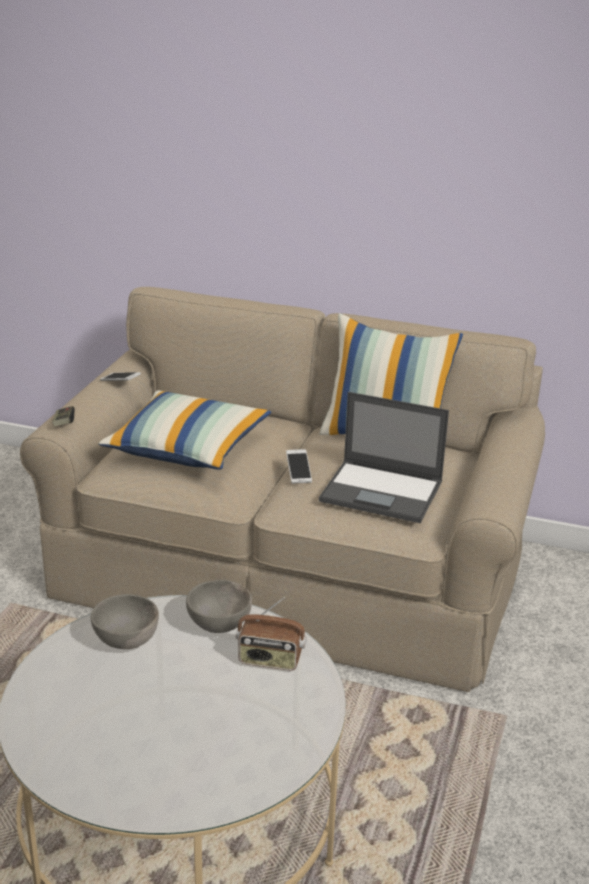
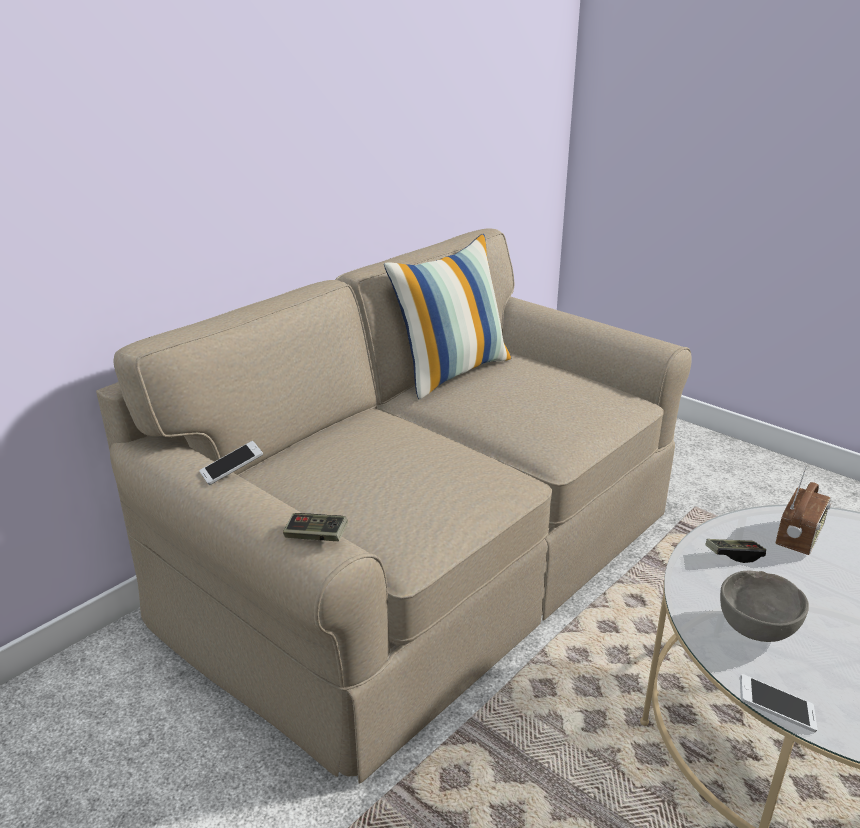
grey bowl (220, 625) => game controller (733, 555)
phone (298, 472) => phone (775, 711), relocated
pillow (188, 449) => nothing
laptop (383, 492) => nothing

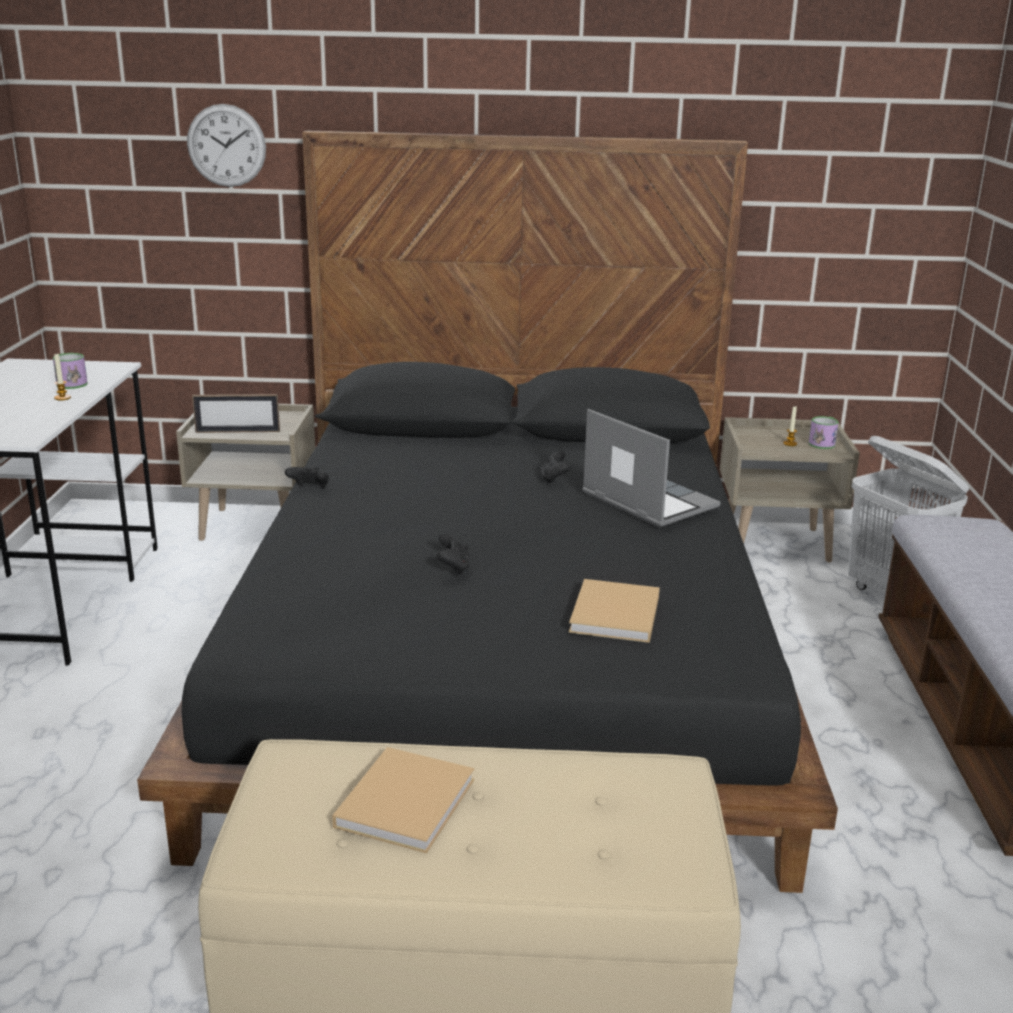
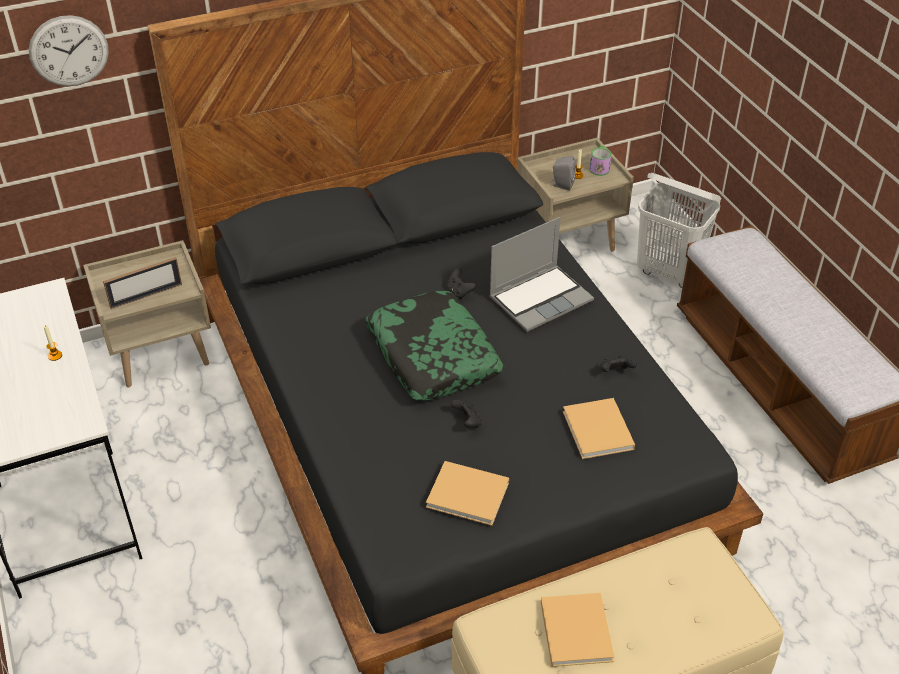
nothing => pillow (432, 356)
nothing => beige book (470, 495)
laptop (646, 501) => laptop (541, 298), 120 degrees clockwise
nothing => grey speaker (561, 185)
black game controller (310, 489) => black game controller (616, 372), relocated
mug (70, 383) => nothing

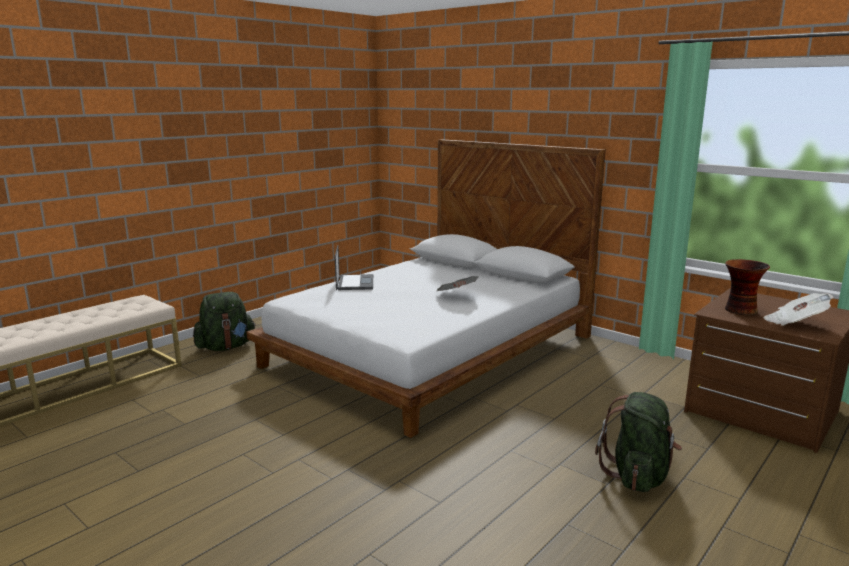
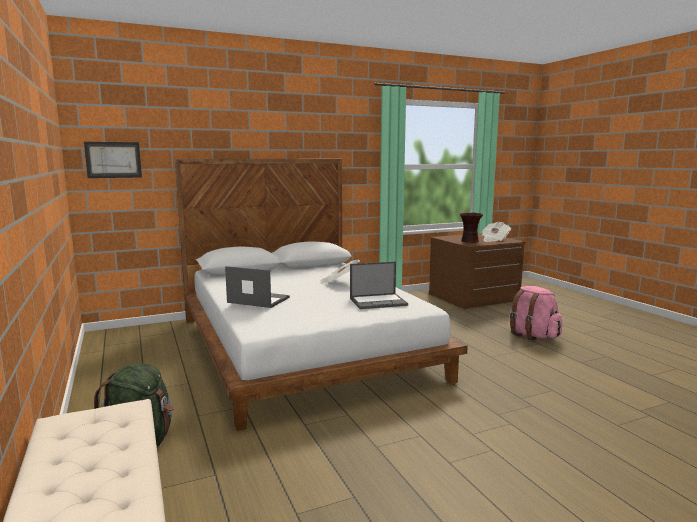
nothing => picture (113, 160)
nothing => laptop (378, 301)
green backpack (637, 476) => pink backpack (532, 335)

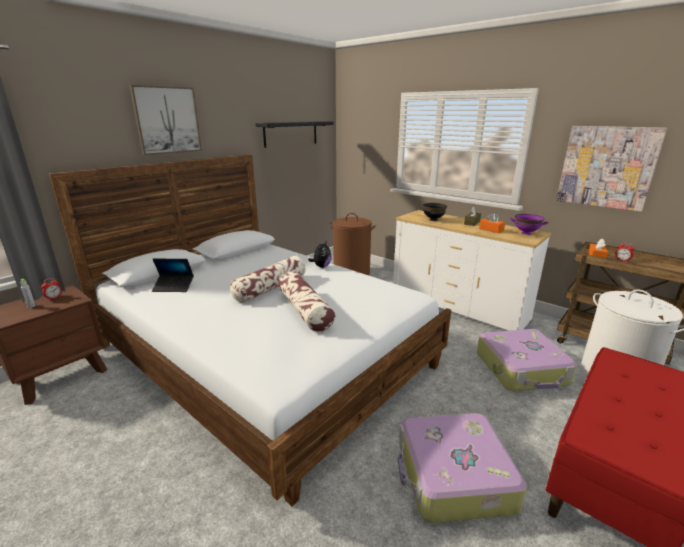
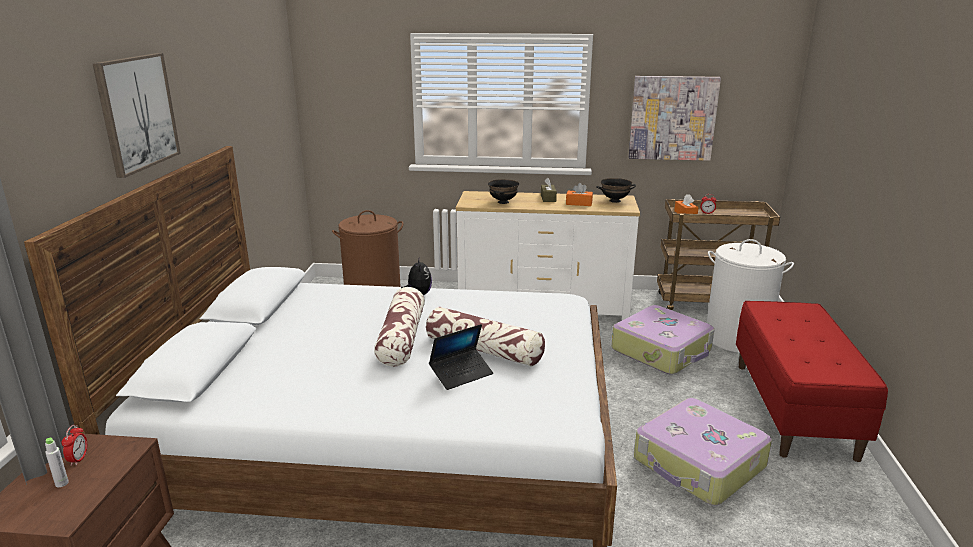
laptop (174, 287) => laptop (461, 374), relocated
purple bowl (526, 233) => black bowl (615, 200)
black shelf (291, 133) => nothing

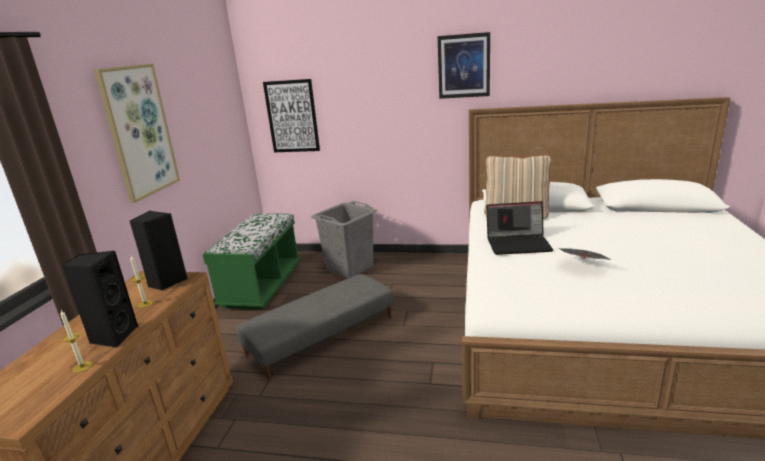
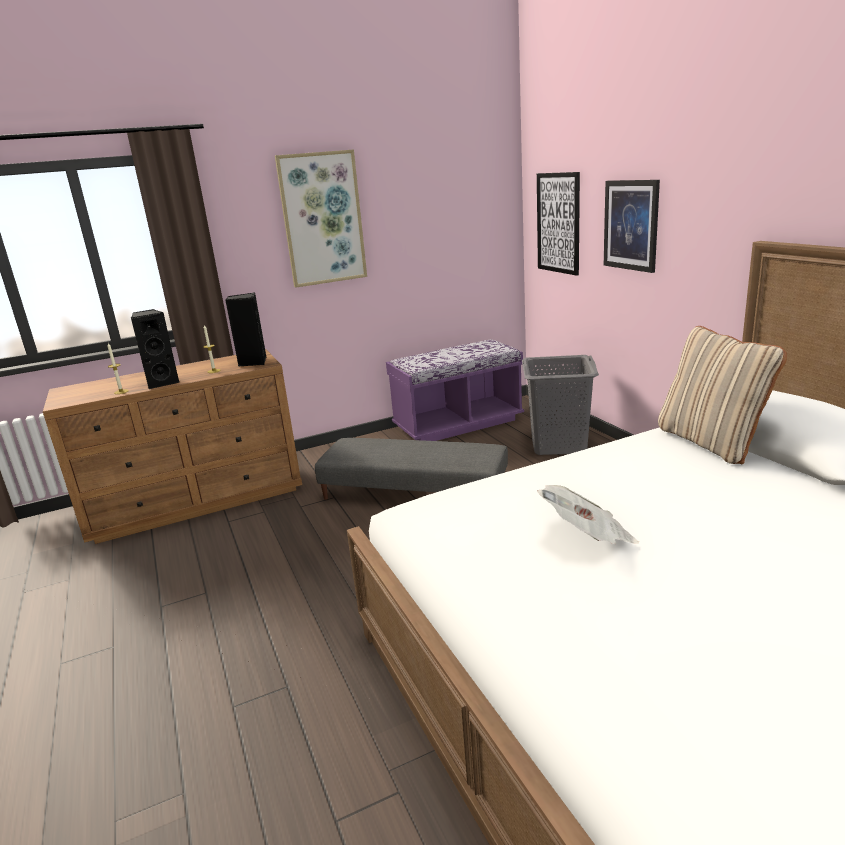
green bench (261, 286) => purple bench (458, 424)
picture (464, 66) => picture (631, 225), relocated
laptop (519, 244) => nothing

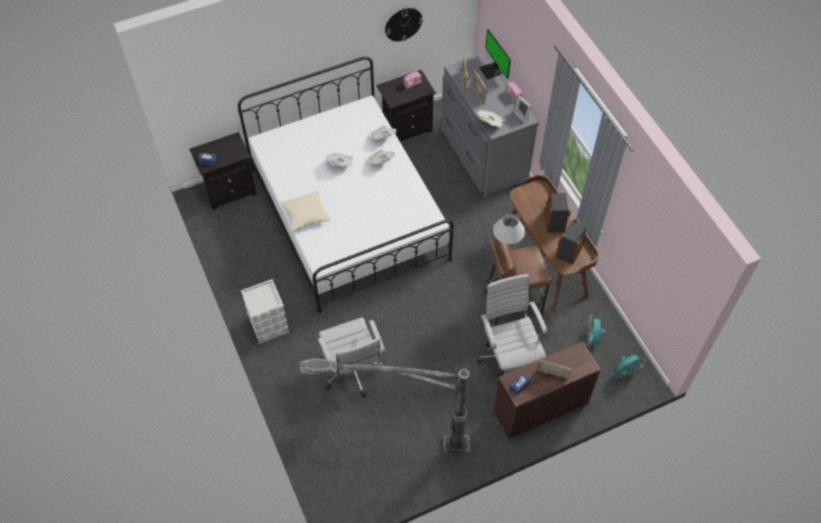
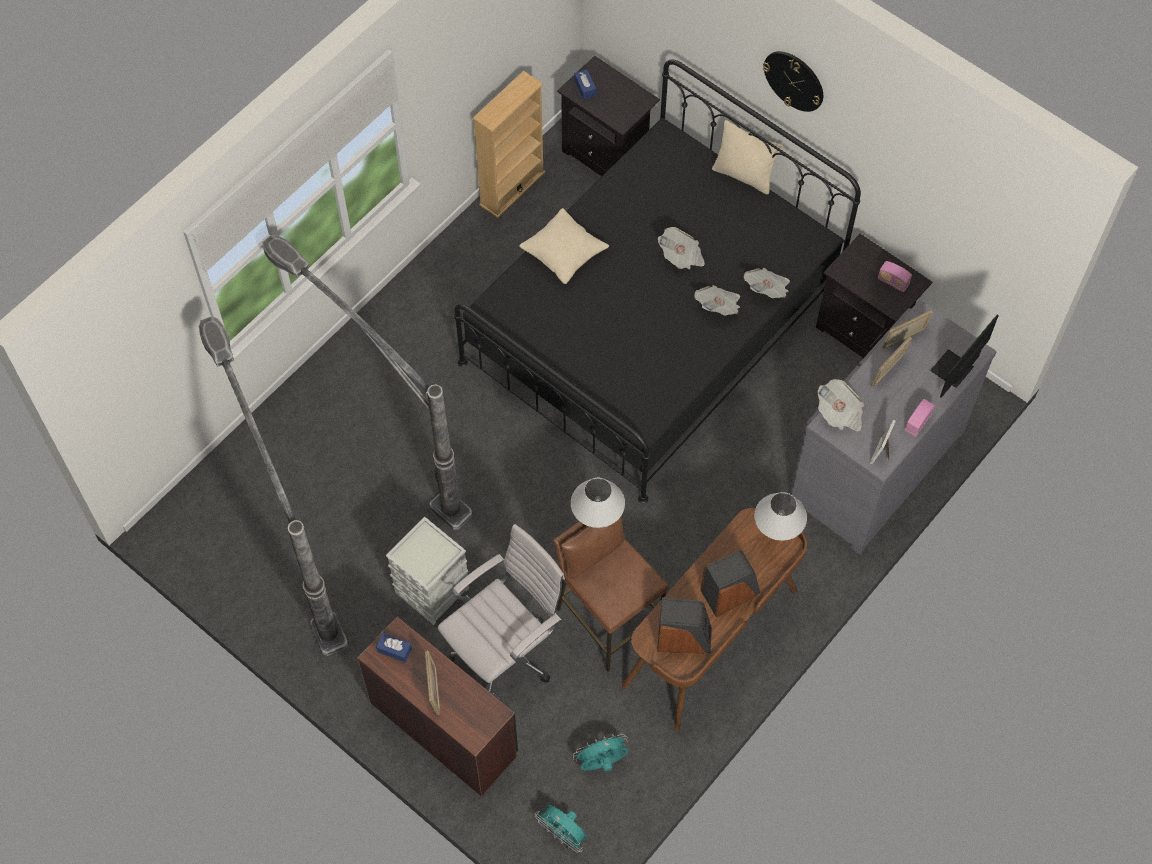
white office chair (353, 372) => floor lamp (383, 451)
grey storage box (268, 325) => grey storage box (432, 589), relocated
white bed (348, 214) => black bed (651, 325)
nothing => beige bookcase (512, 188)
nothing => beige pillow (744, 175)
nothing => white table lamp (775, 539)
wall clock (403, 24) => wall clock (794, 80), relocated

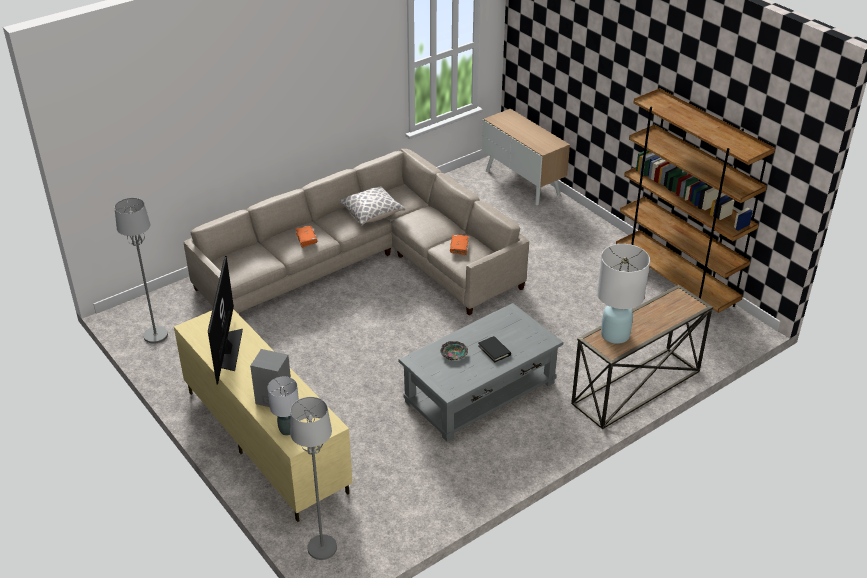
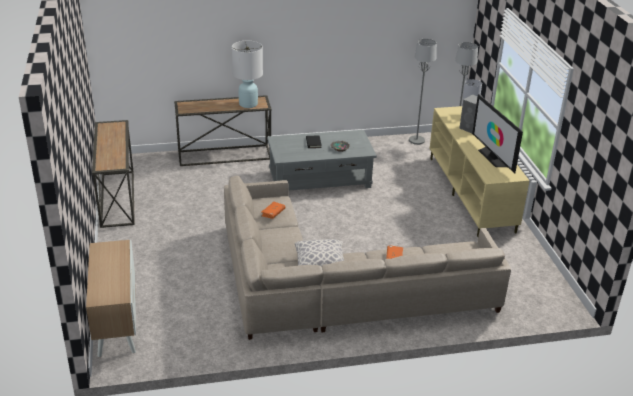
brown bookcase (675, 282) => console table (117, 198)
grey floor lamp (155, 336) => grey floor lamp (416, 140), relocated
television (228, 350) => television (493, 157), 135 degrees clockwise

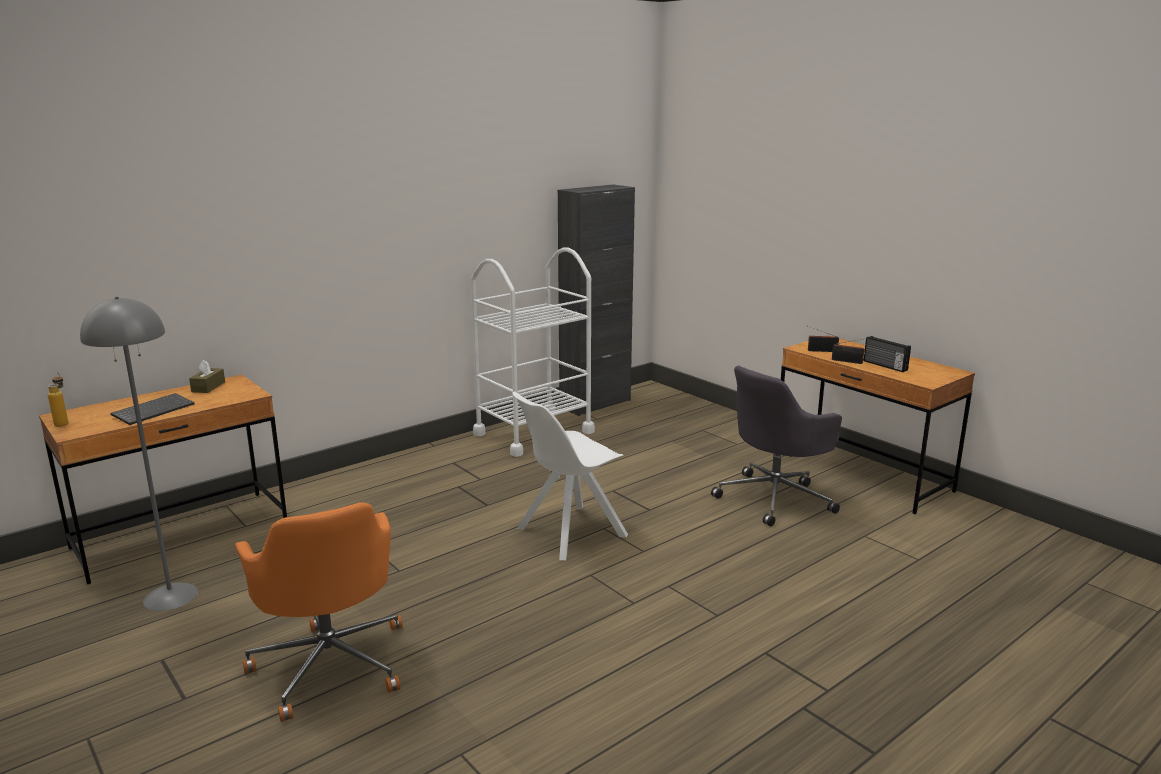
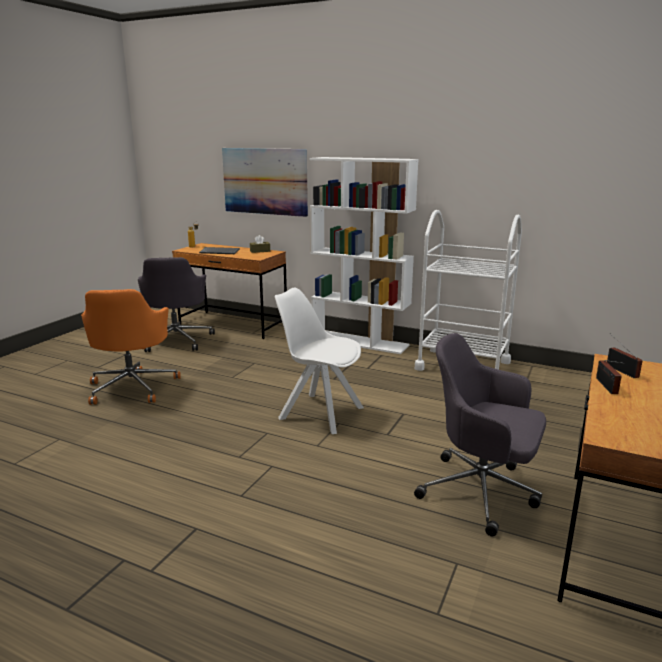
orange office chair (331, 663) => orange office chair (133, 387), 45 degrees counterclockwise
grey floor lamp (170, 596) => grey office chair (177, 340)
nothing => picture (265, 181)
nothing => white bookcase (360, 342)
black cabinet (595, 404) => nothing
radio (884, 366) => nothing

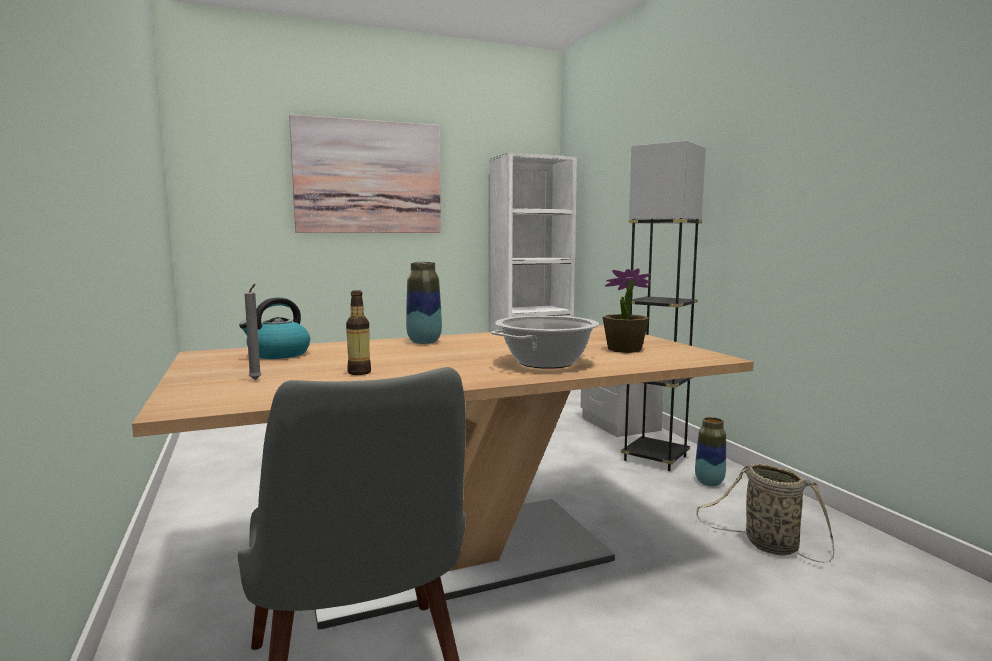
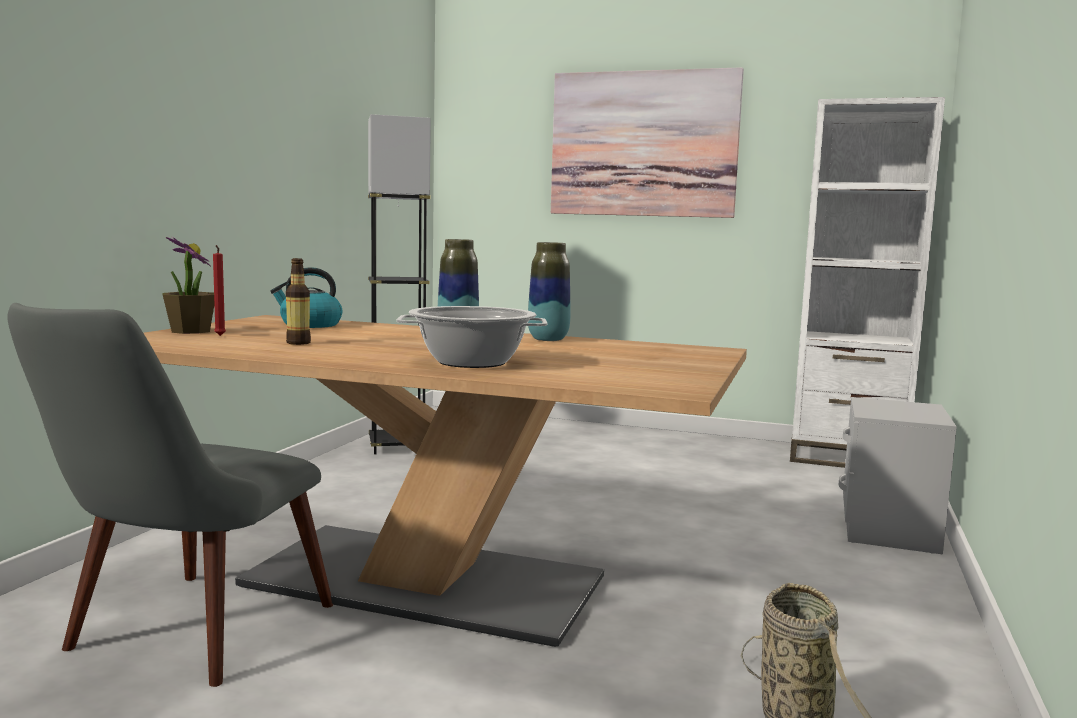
potted plant (624, 349) => potted plant (190, 331), relocated
grey candle (256, 380) => red candle (219, 336)
grey floor lamp (655, 458) => grey floor lamp (397, 447), relocated
vase (709, 483) => vase (548, 339), relocated

